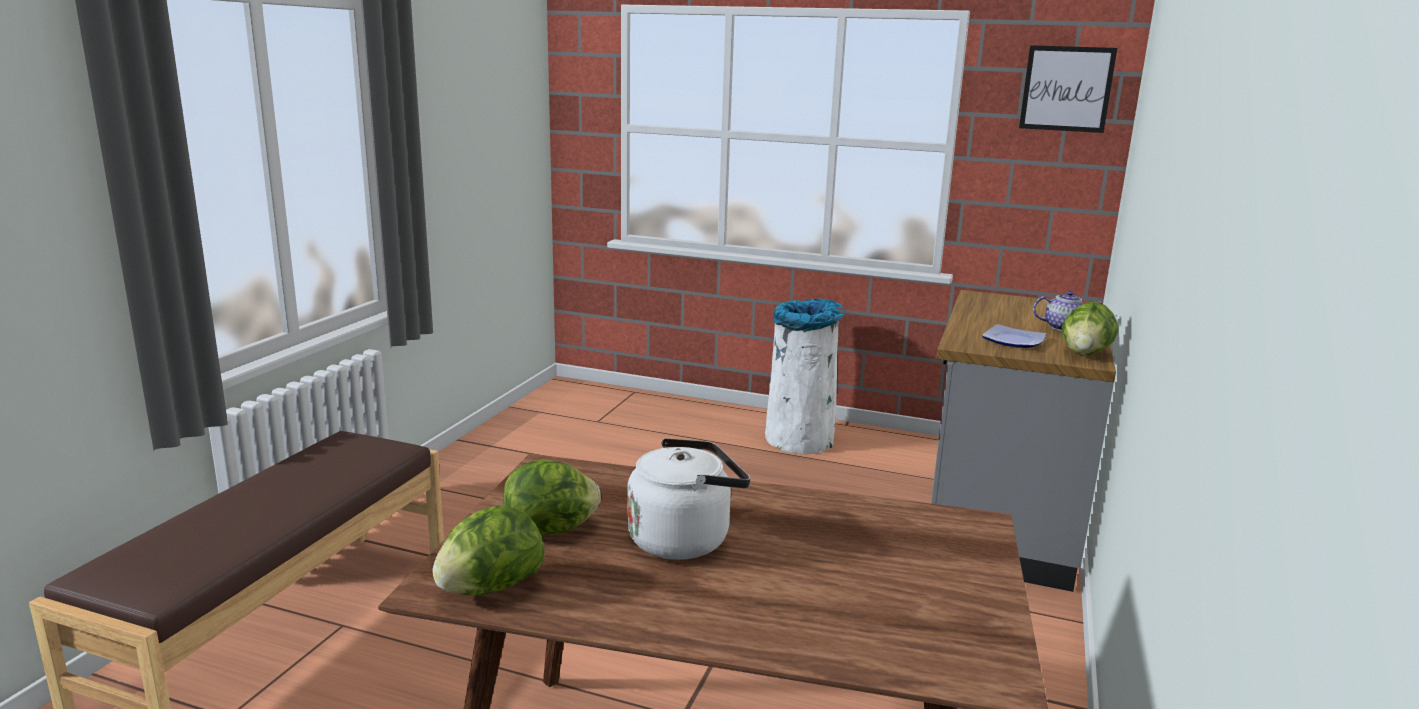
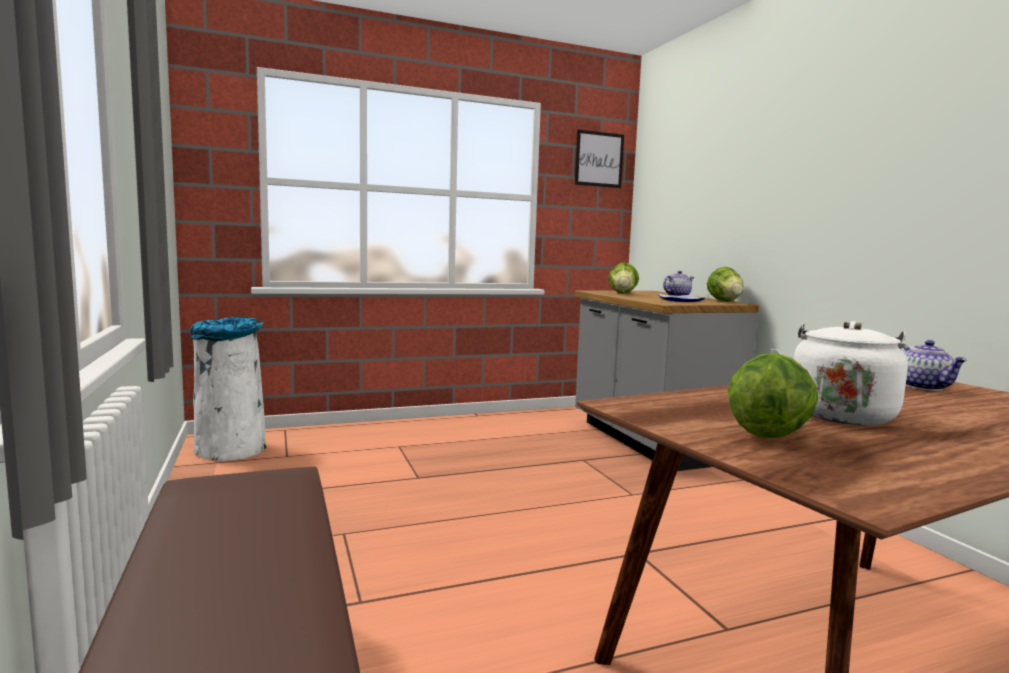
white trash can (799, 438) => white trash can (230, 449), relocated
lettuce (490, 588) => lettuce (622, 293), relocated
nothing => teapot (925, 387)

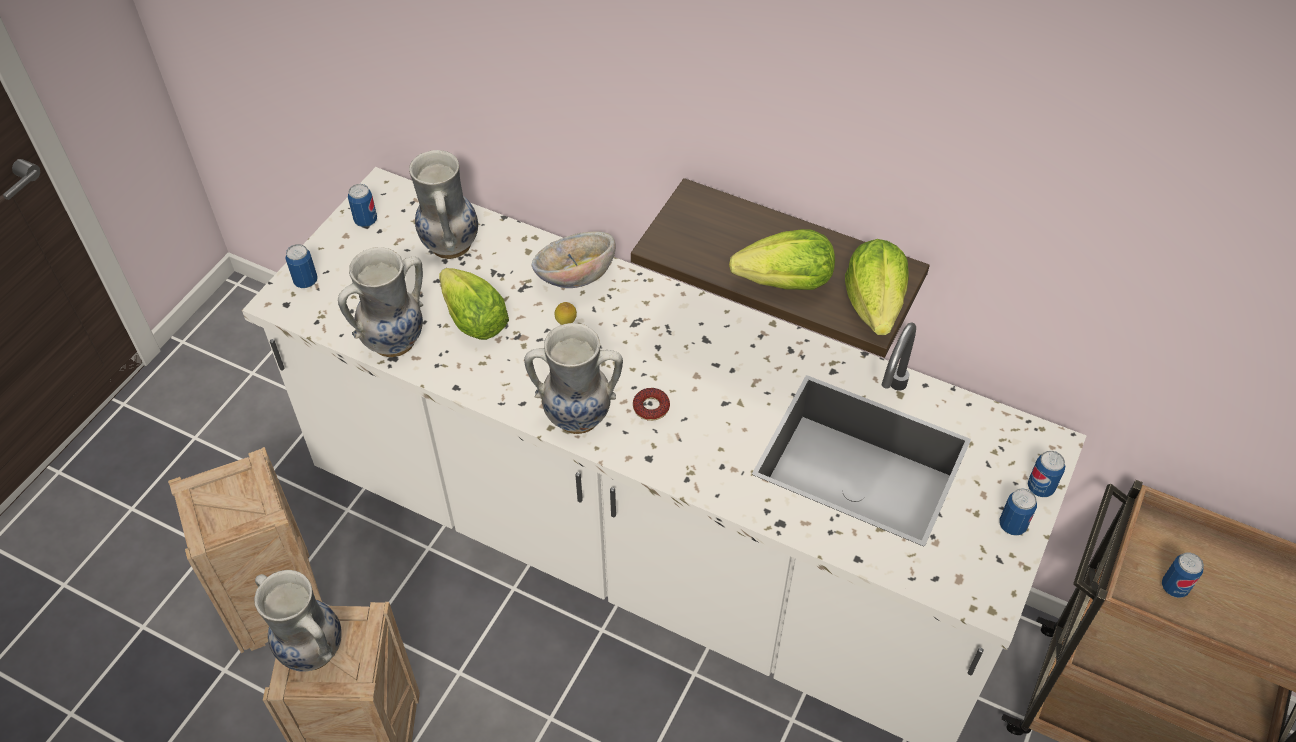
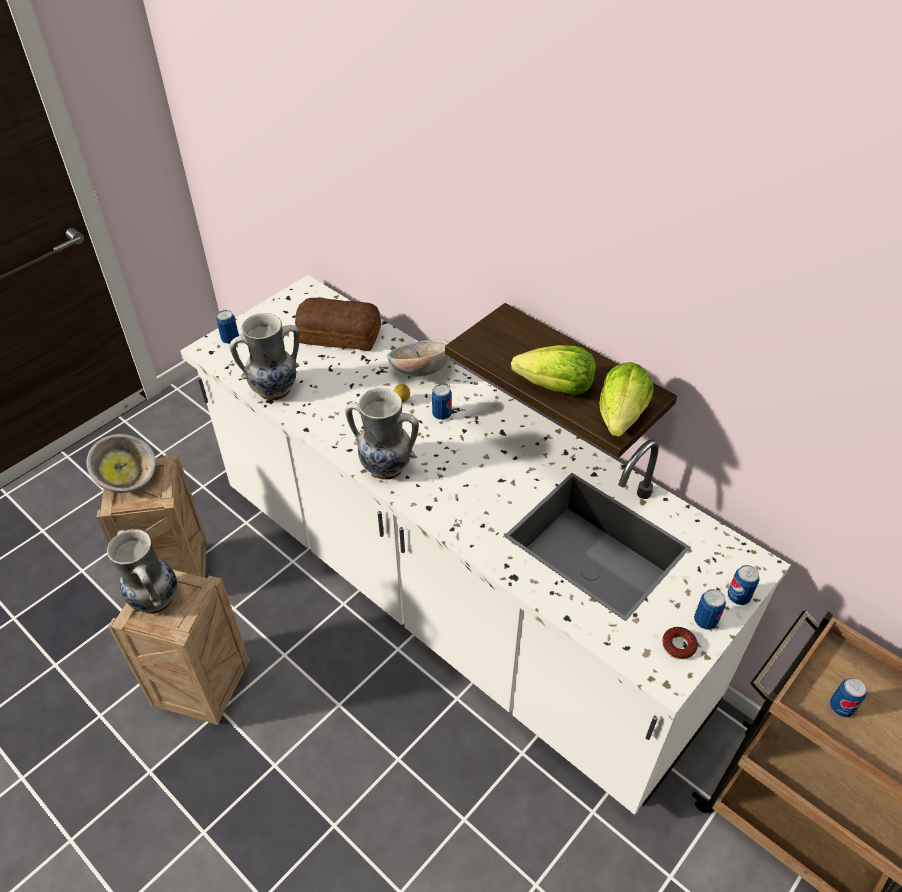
nothing => bowl (128, 479)
vase (449, 245) => bread (338, 334)
can (366, 221) => can (442, 414), relocated
donut (651, 407) => donut (678, 645), relocated
lettuce (474, 321) => nothing

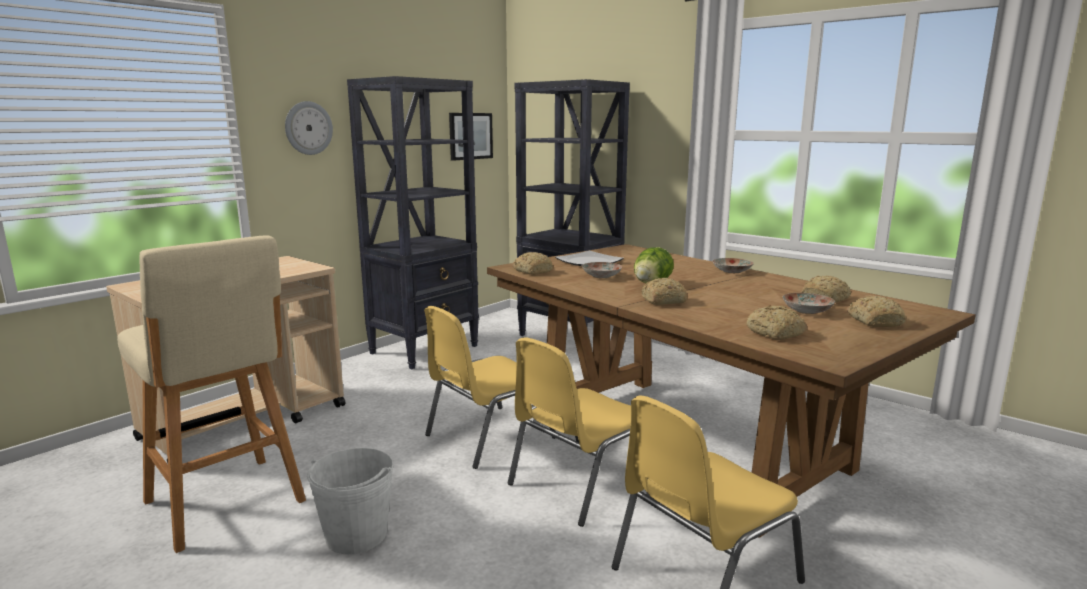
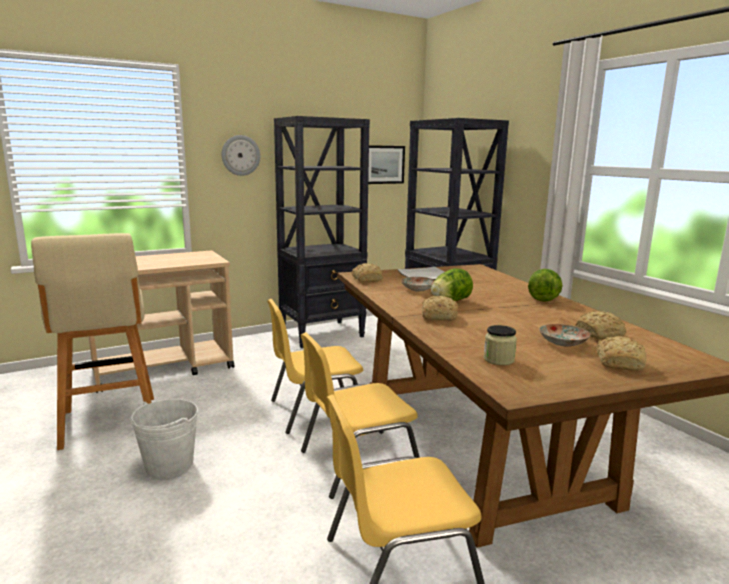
bread (775, 334) => jar (498, 359)
plate (732, 271) => lettuce (543, 298)

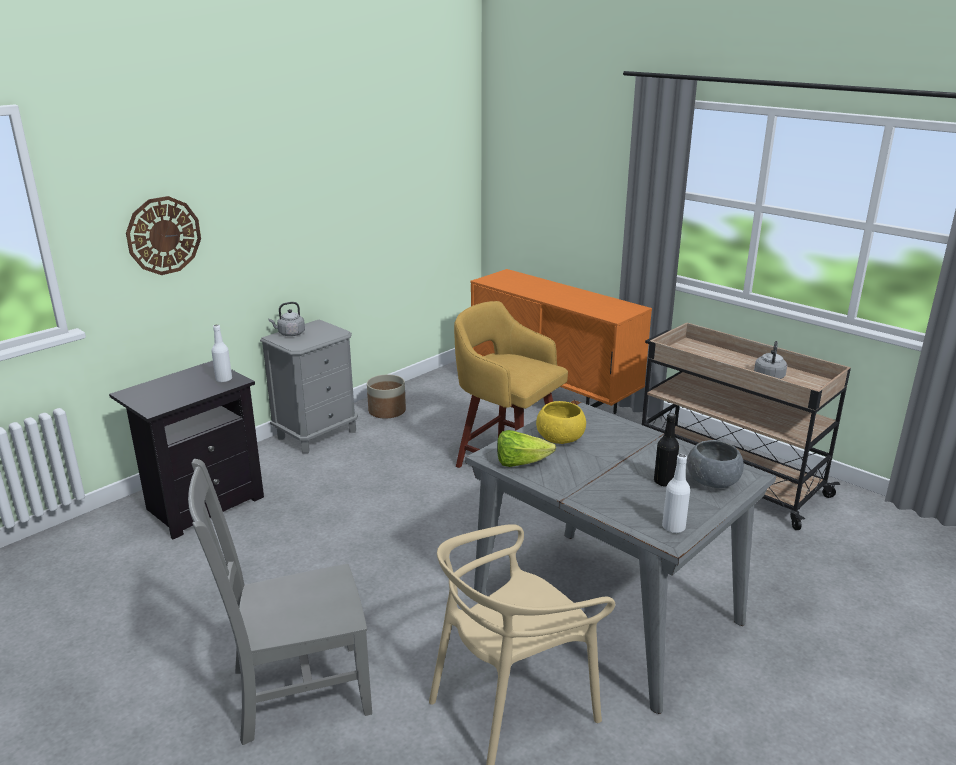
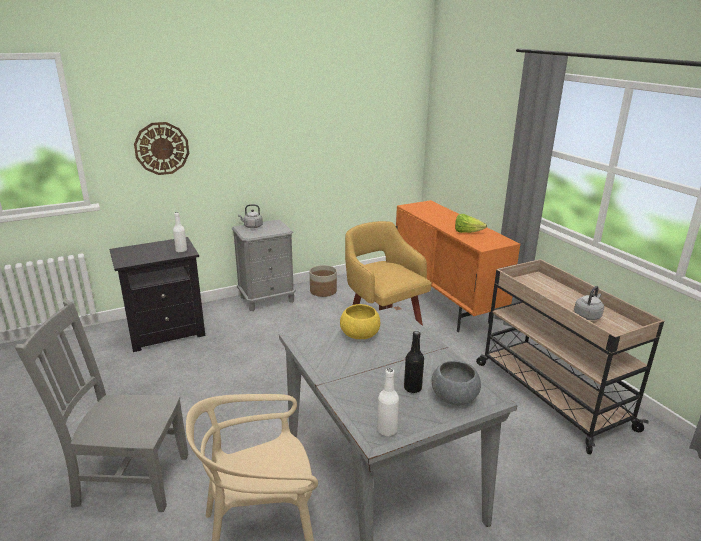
lettuce (520, 463) => lettuce (467, 232), relocated

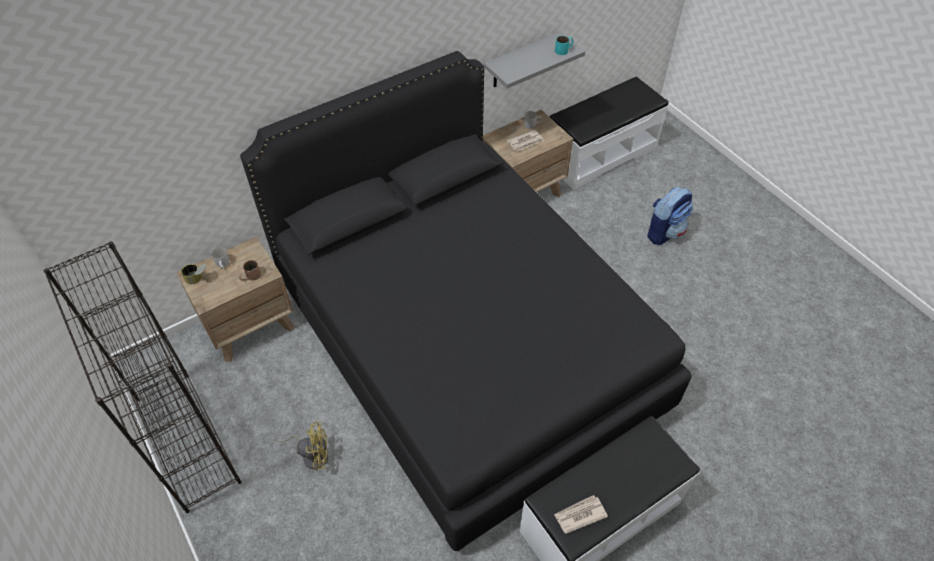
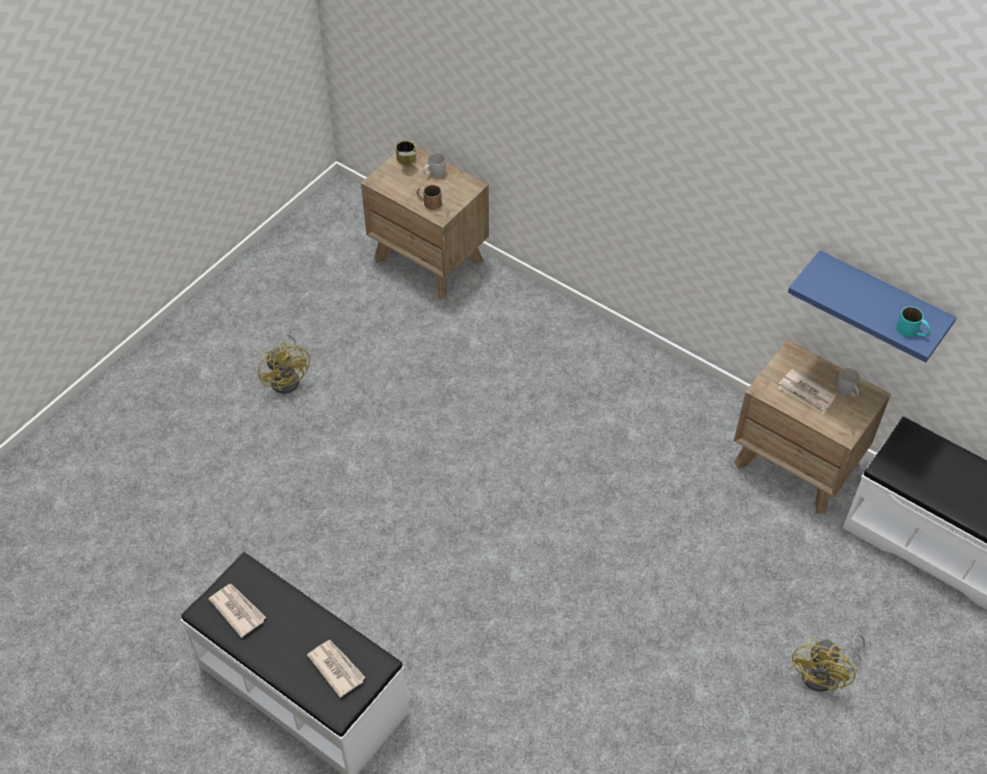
nothing => newspaper (336, 668)
grey shelf (521, 61) => blue shelf (880, 300)
backpack (664, 232) => yellow fan (825, 675)
black bookcase (186, 439) => nothing
black bed (466, 345) => nothing

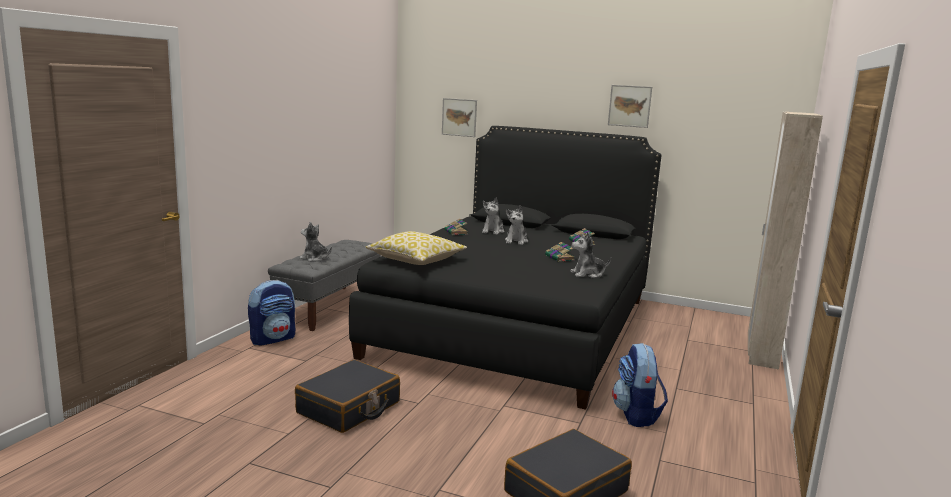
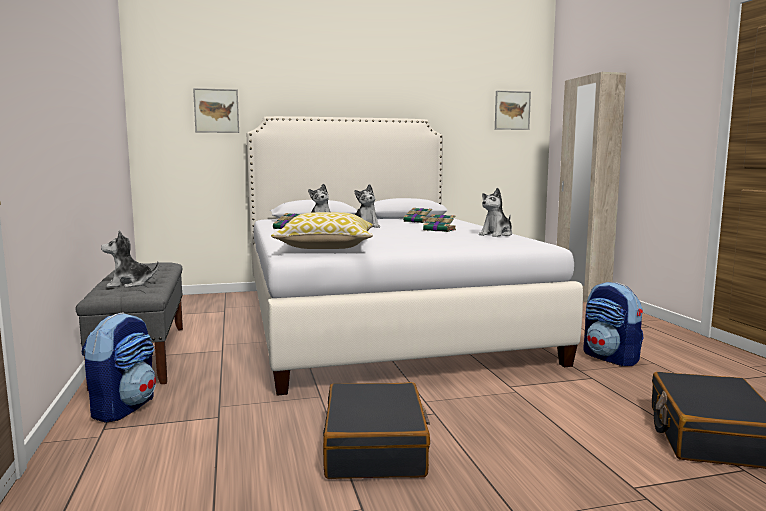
black bed (516, 326) => white bed (379, 321)
picture (629, 106) => picture (512, 110), relocated

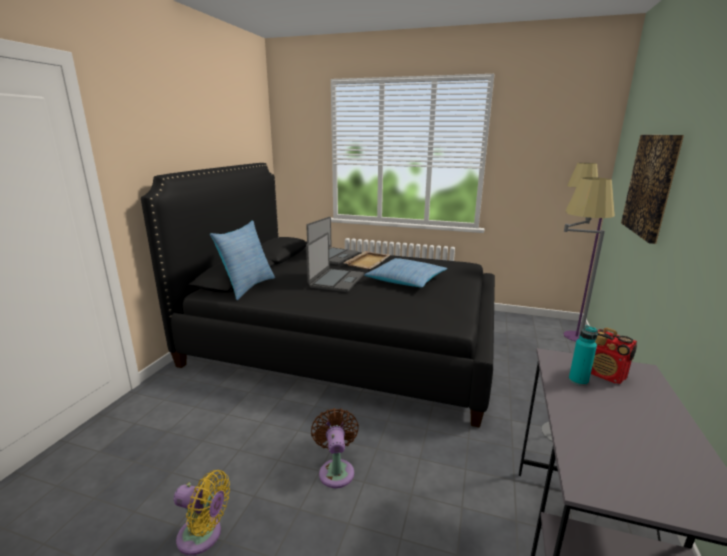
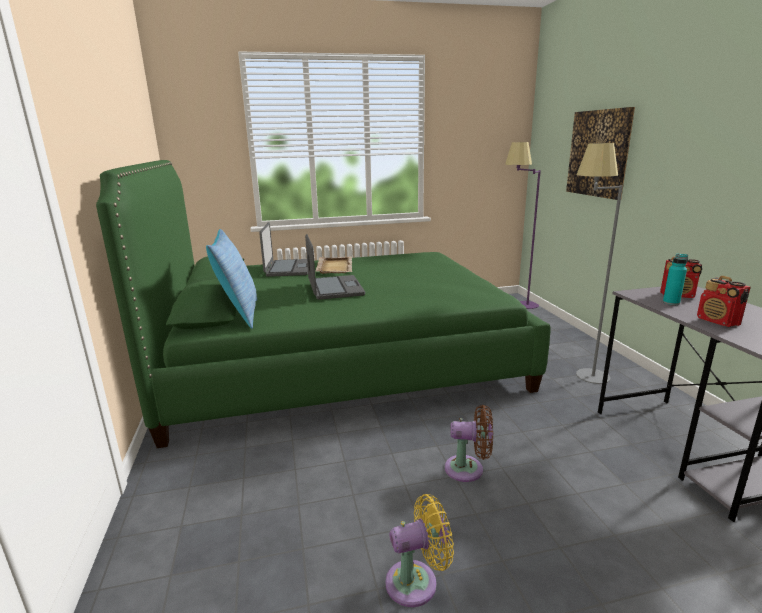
black bed (347, 340) => green bed (340, 360)
brown fan (336, 470) => brown fan (468, 469), 135 degrees clockwise
nothing => radio (718, 322)
pillow (406, 280) => nothing

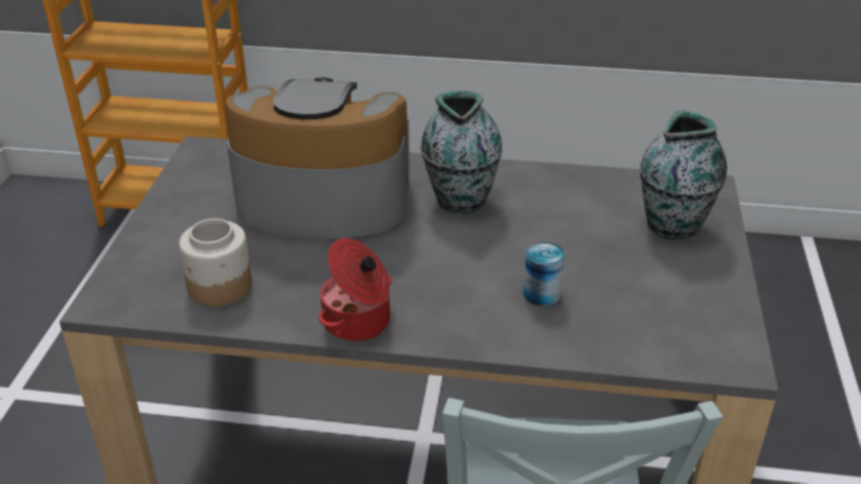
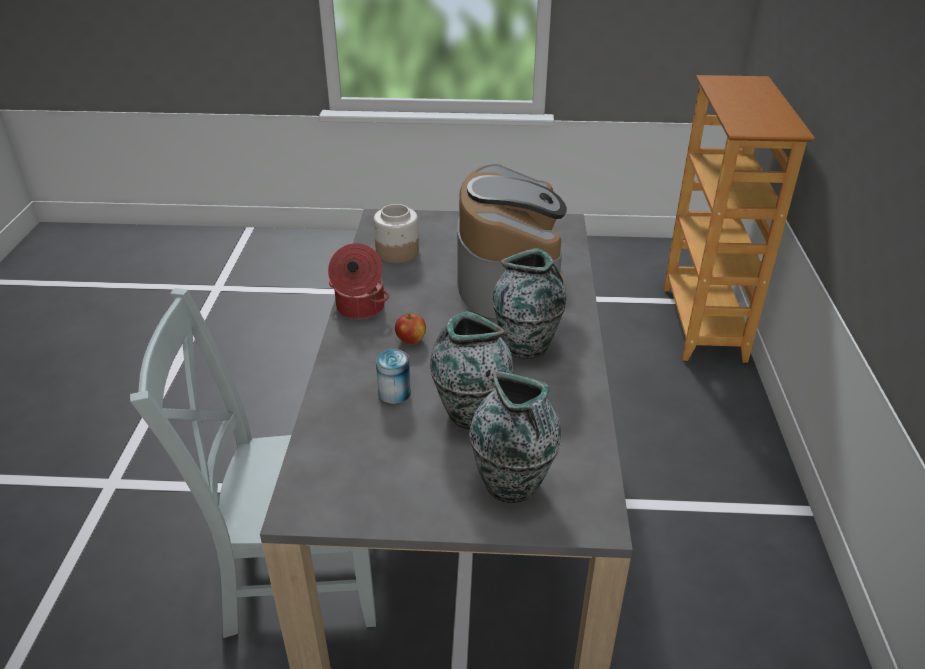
nothing => apple (411, 340)
nothing => vase (470, 413)

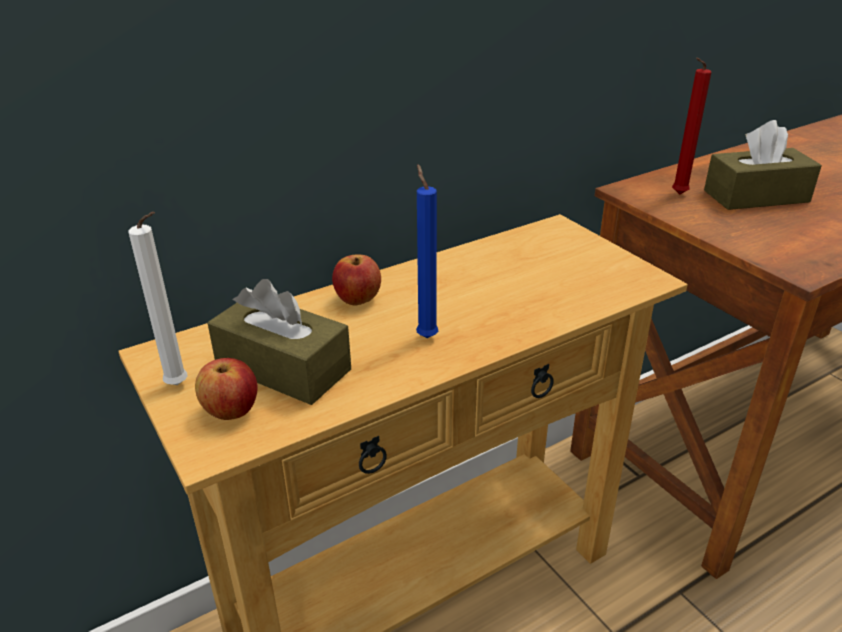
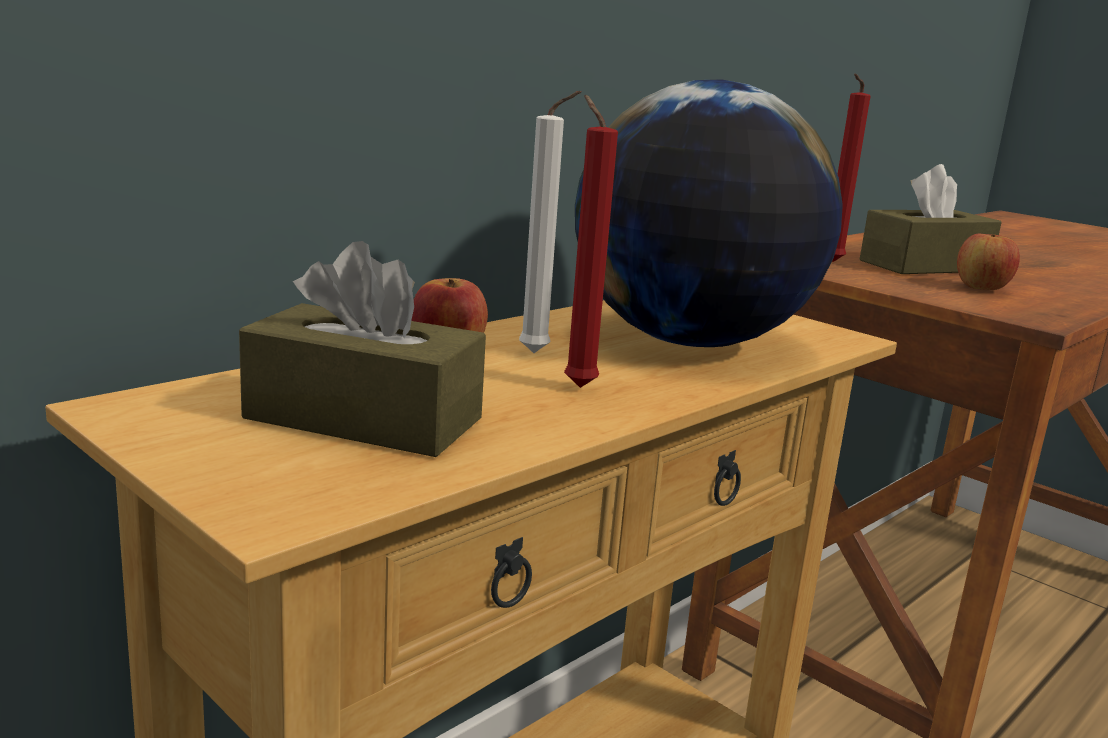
white candle (180, 386) => white candle (539, 354), relocated
blue candle (426, 336) => red candle (577, 385)
nothing => globe (689, 342)
apple (231, 411) => apple (981, 288), relocated

